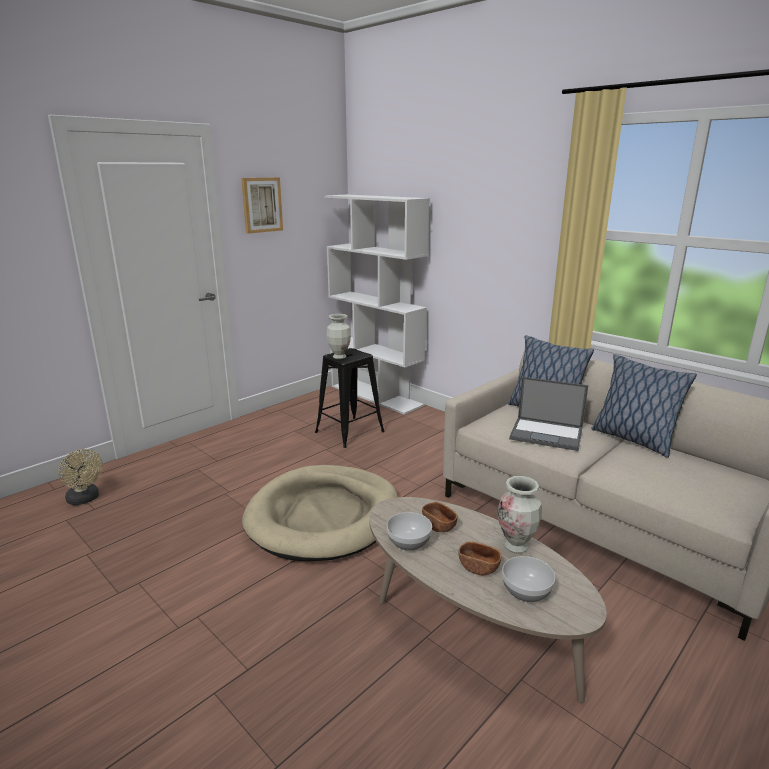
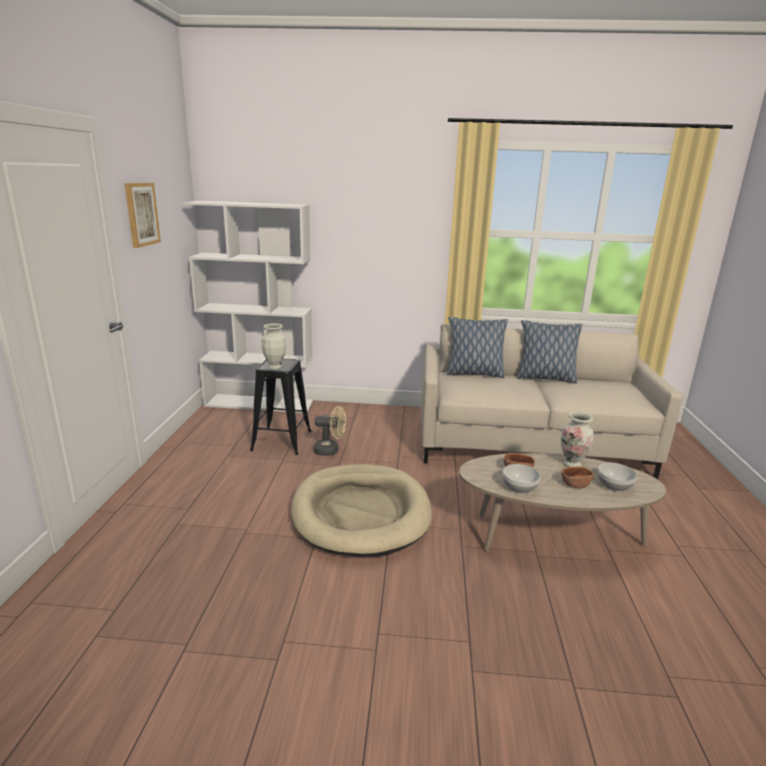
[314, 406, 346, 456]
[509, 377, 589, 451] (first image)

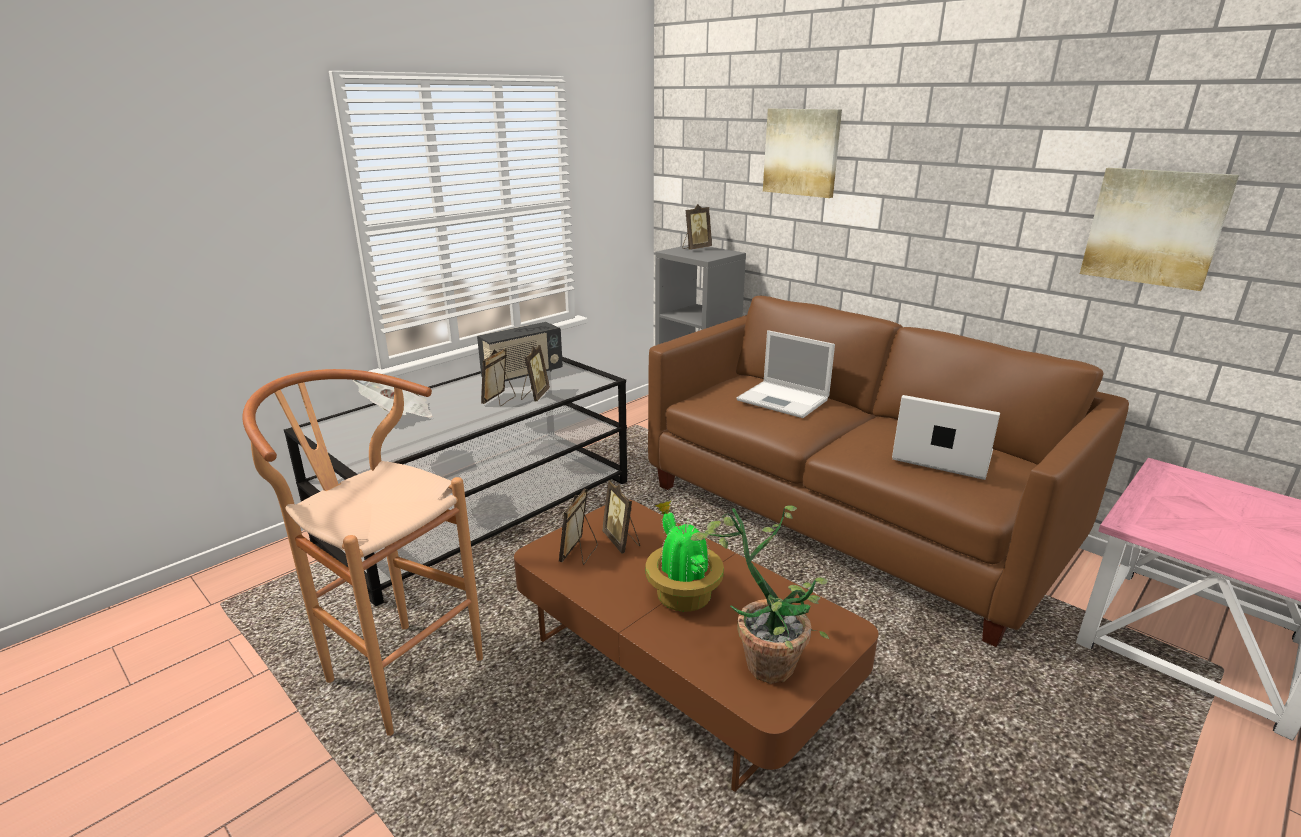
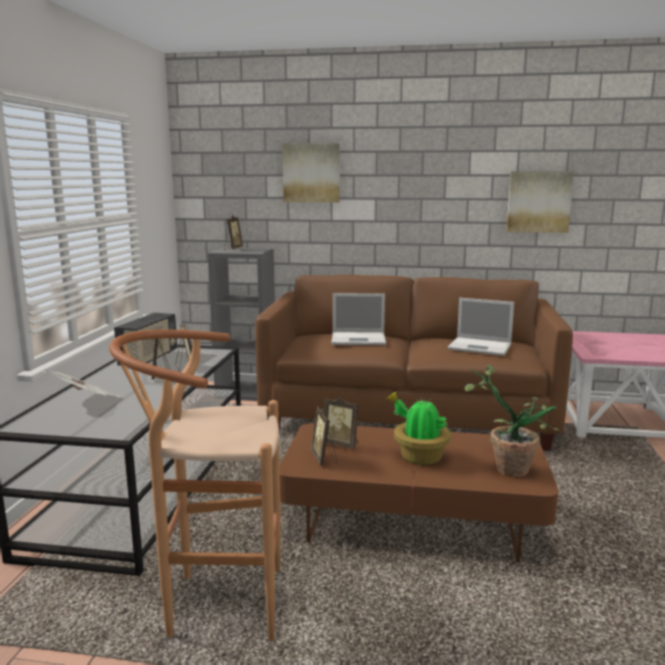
[447, 298, 514, 356]

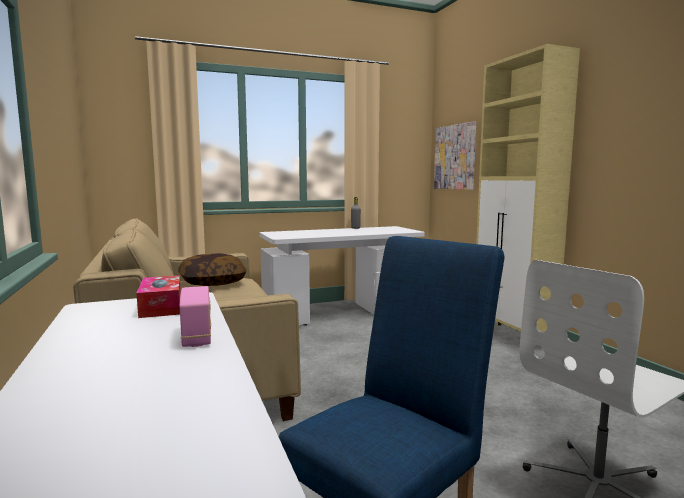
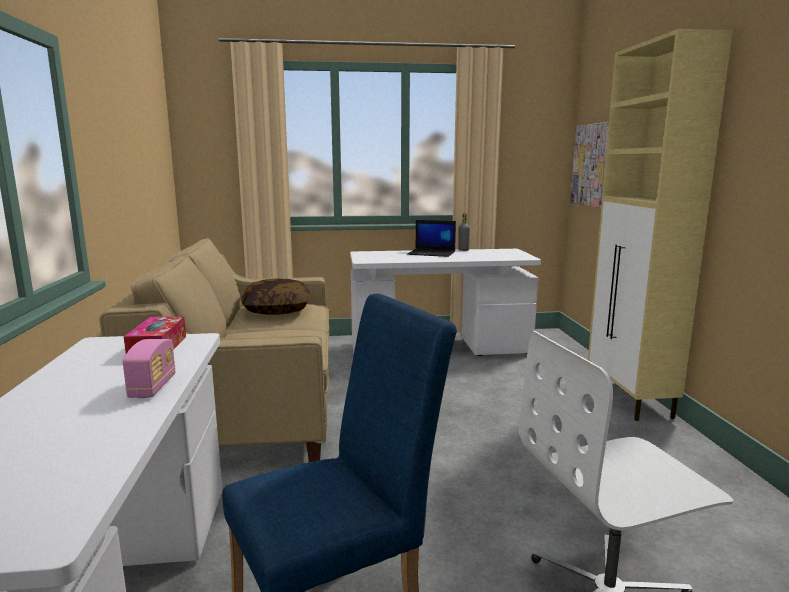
[407, 220, 456, 257]

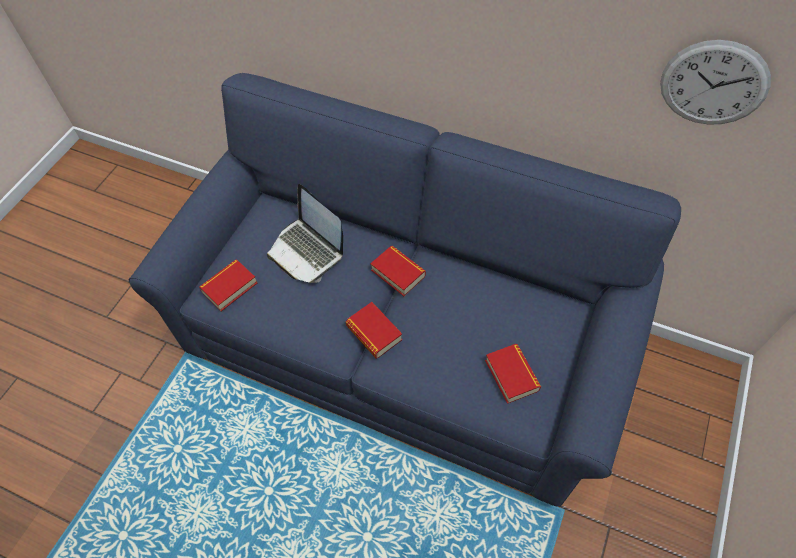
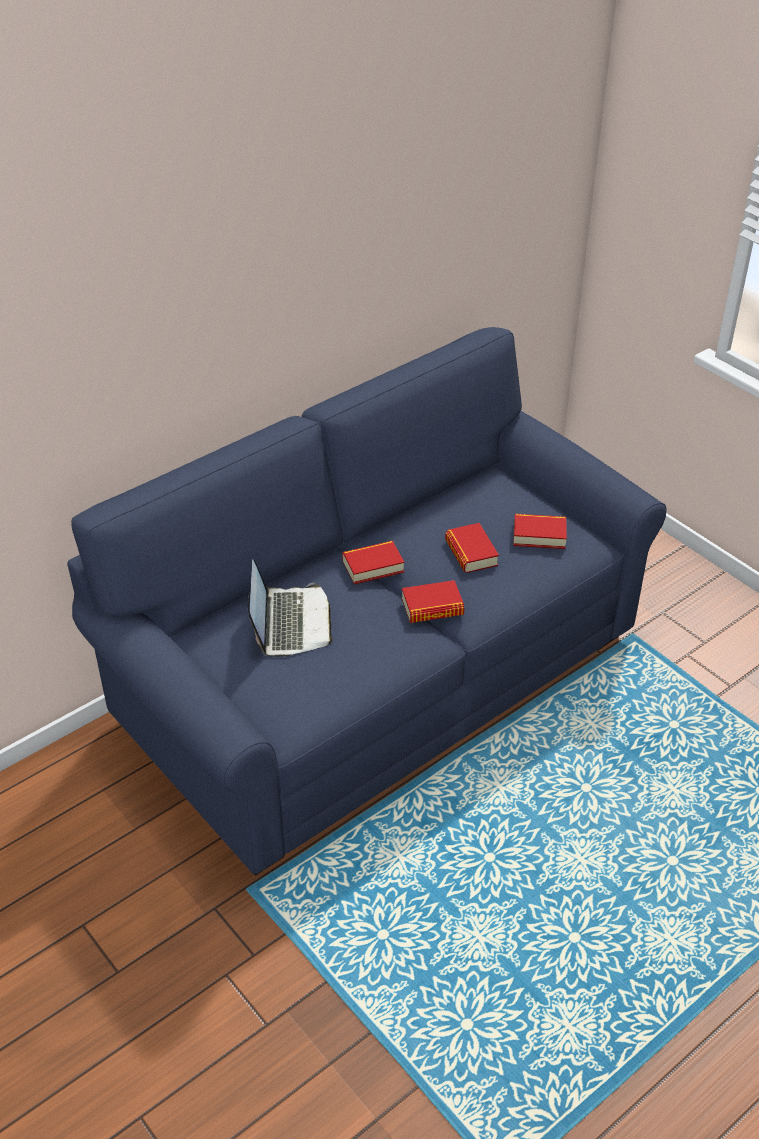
[248, 559, 333, 657]
[445, 523, 499, 573]
[660, 40, 771, 125] (first image)

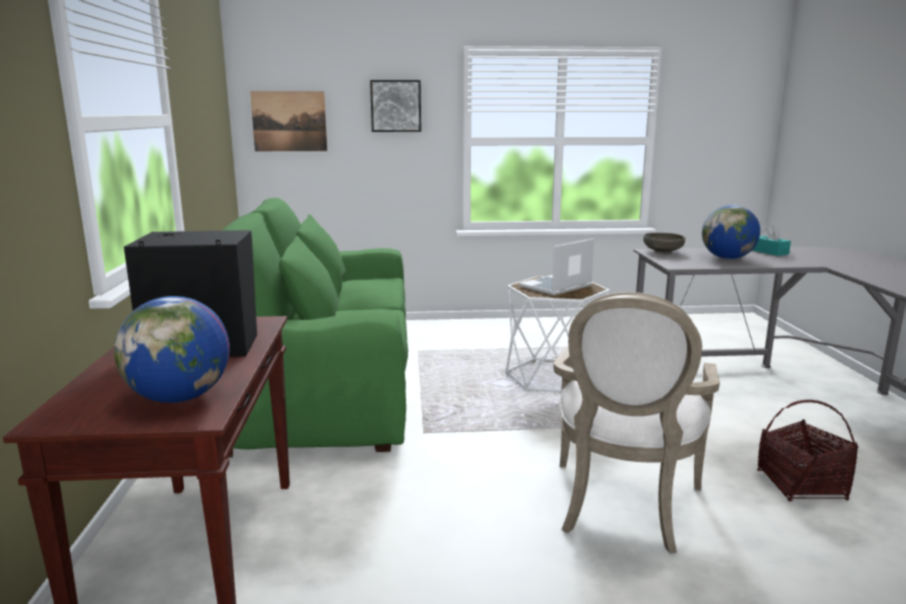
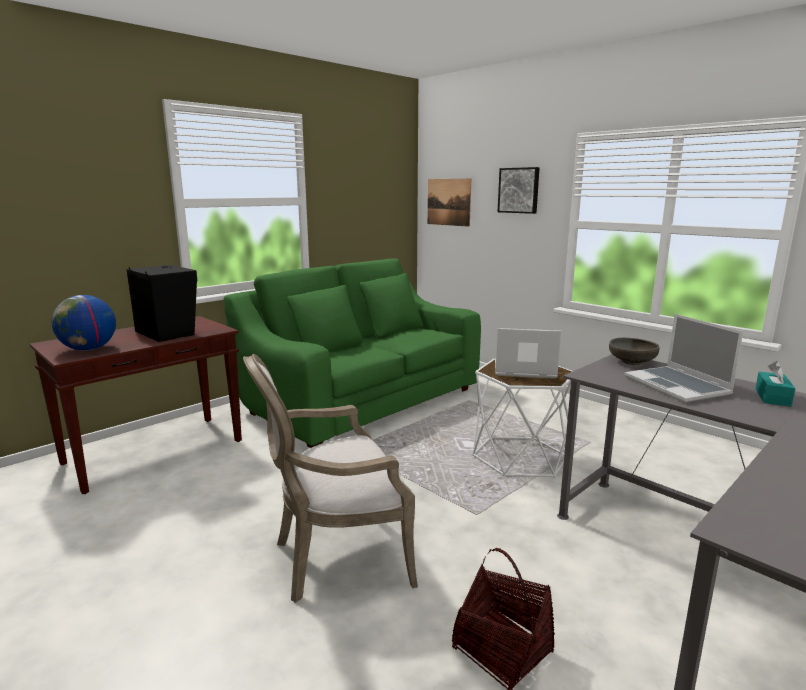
[624, 314, 743, 403]

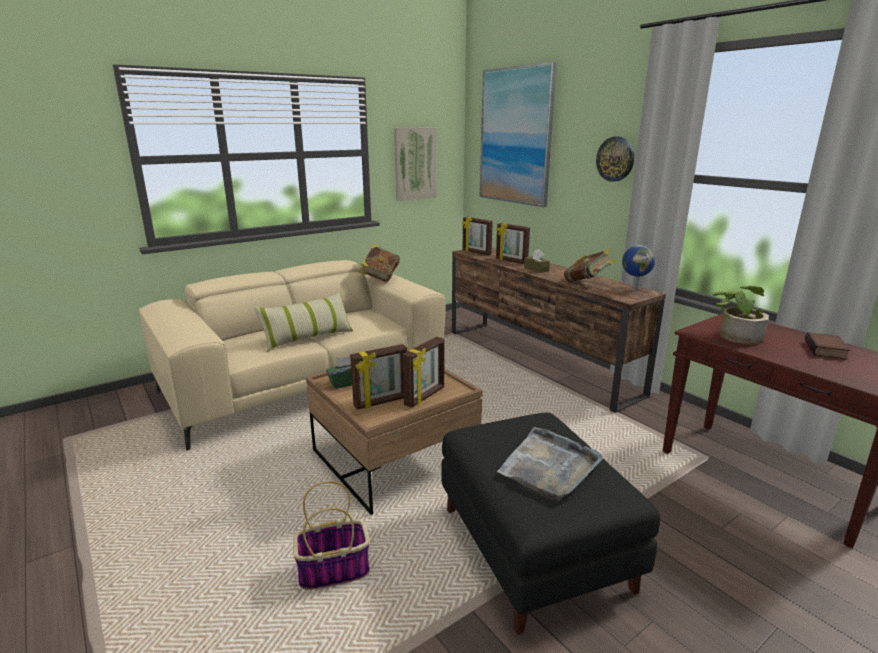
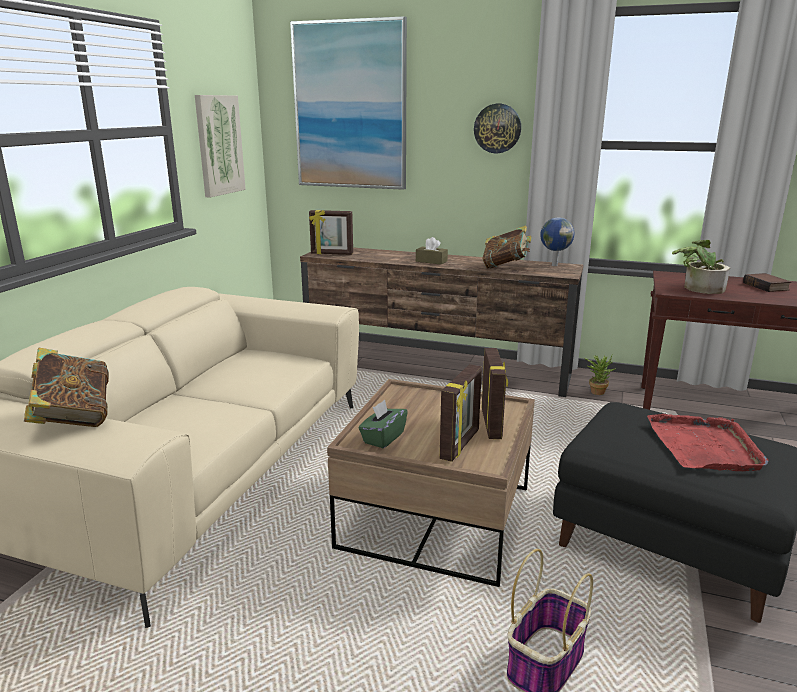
[24, 348, 109, 427]
[585, 355, 615, 395]
[647, 414, 769, 471]
[254, 292, 353, 352] (first image)
[496, 223, 530, 264] (first image)

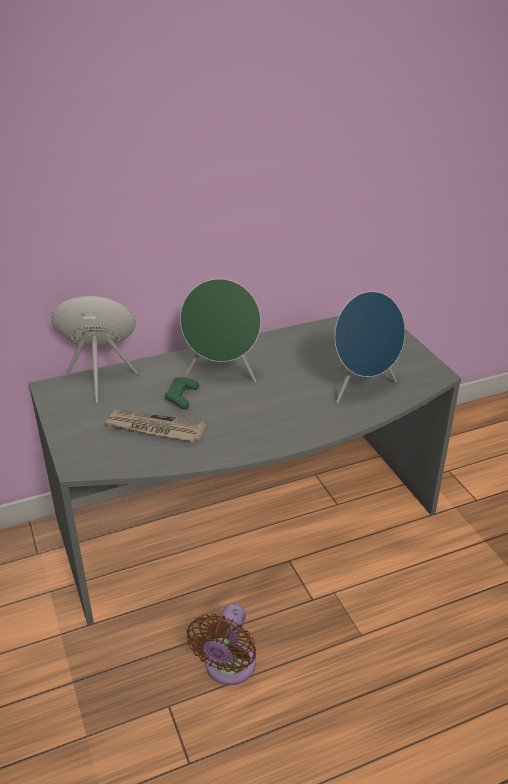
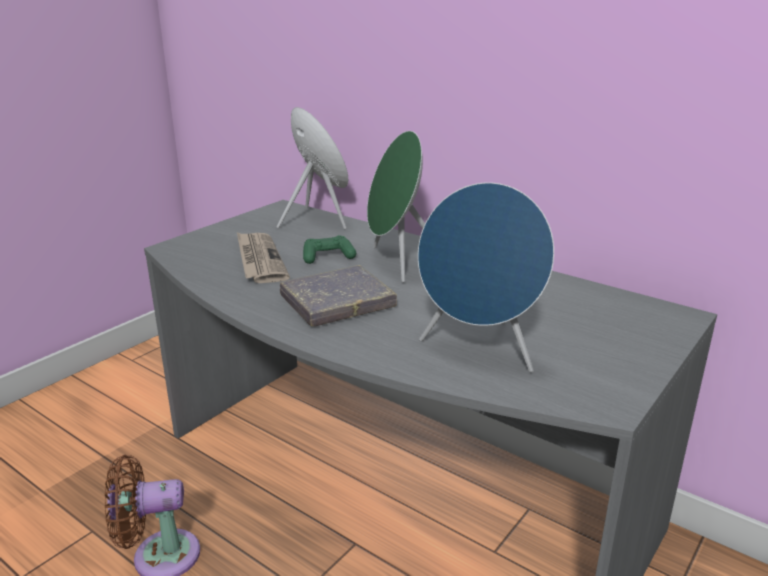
[280, 265, 397, 326]

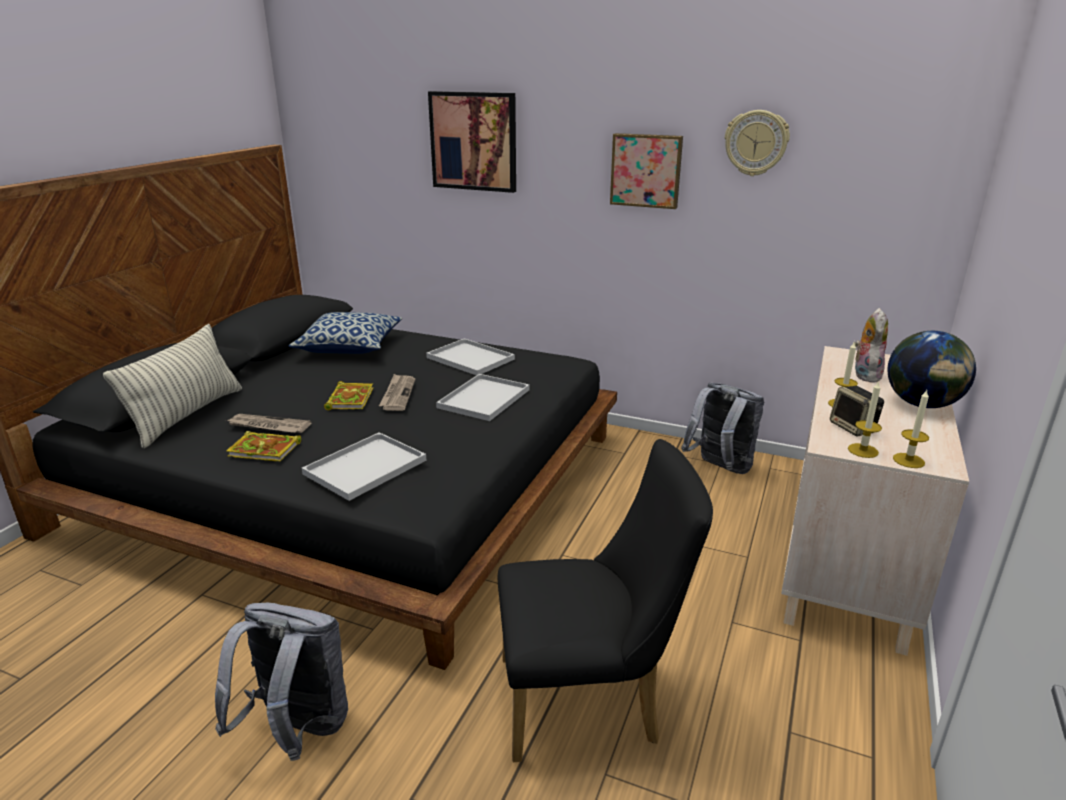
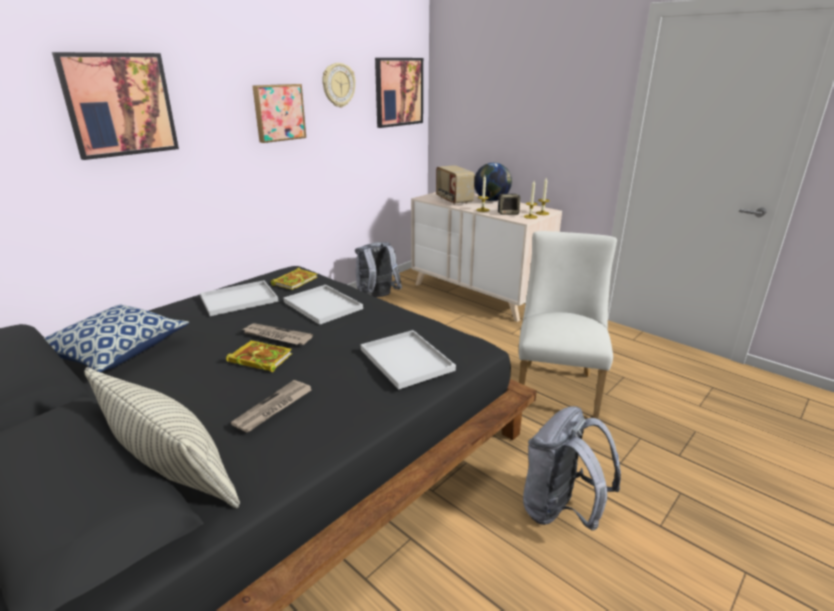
[271, 267, 317, 290]
[375, 58, 423, 128]
[436, 165, 475, 205]
[519, 231, 617, 419]

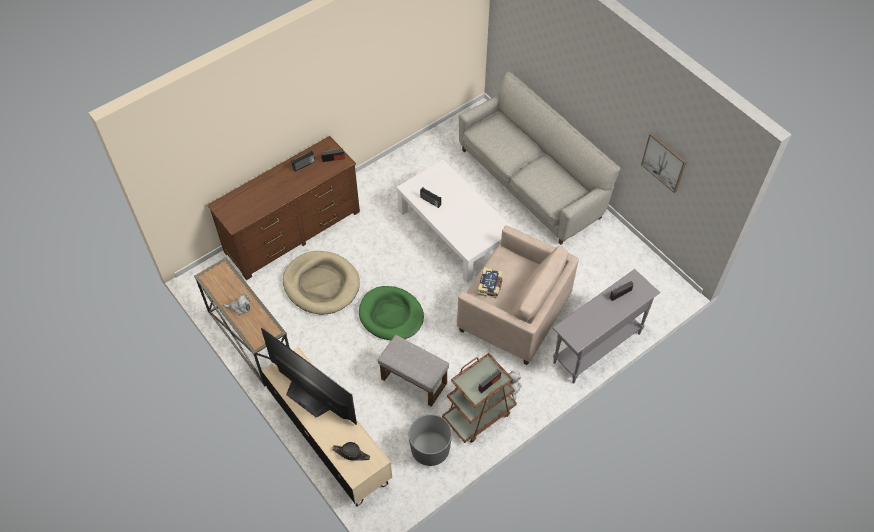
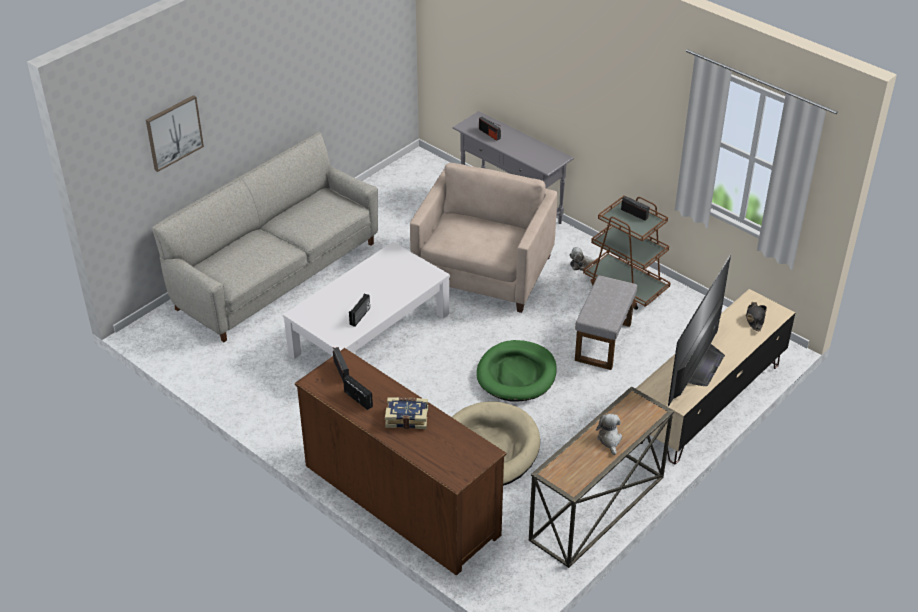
[146, 95, 204, 172]
[385, 397, 428, 429]
[409, 414, 452, 466] (first image)

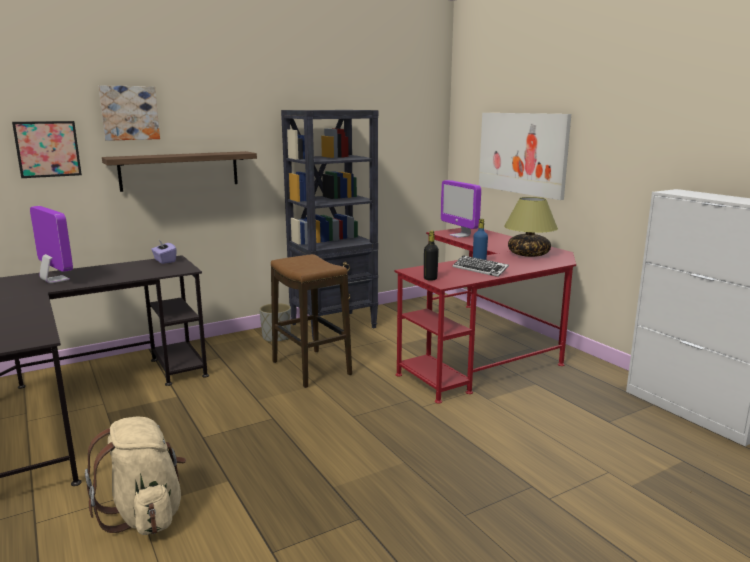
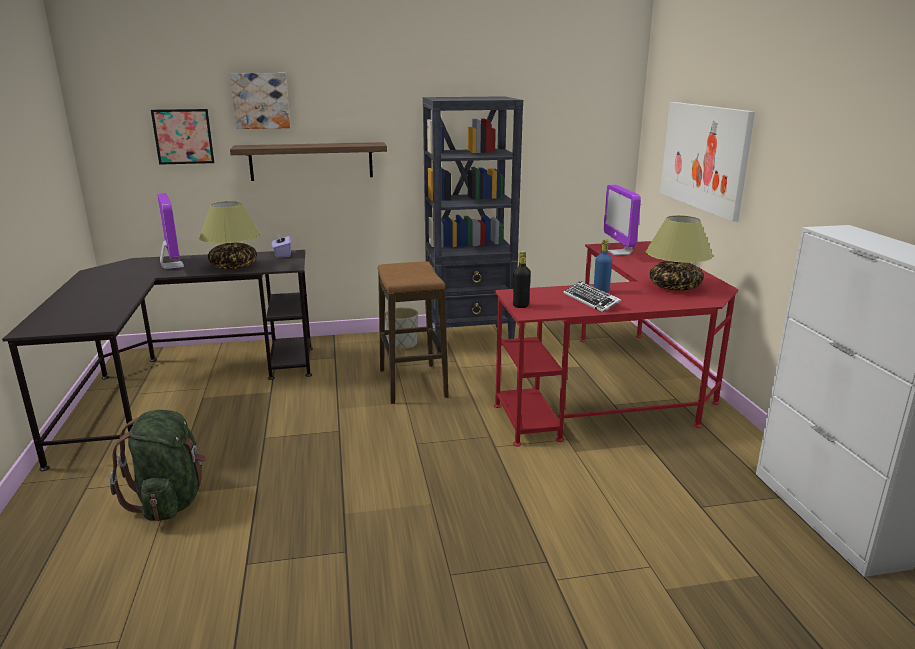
[110, 410, 207, 521]
[199, 201, 260, 269]

